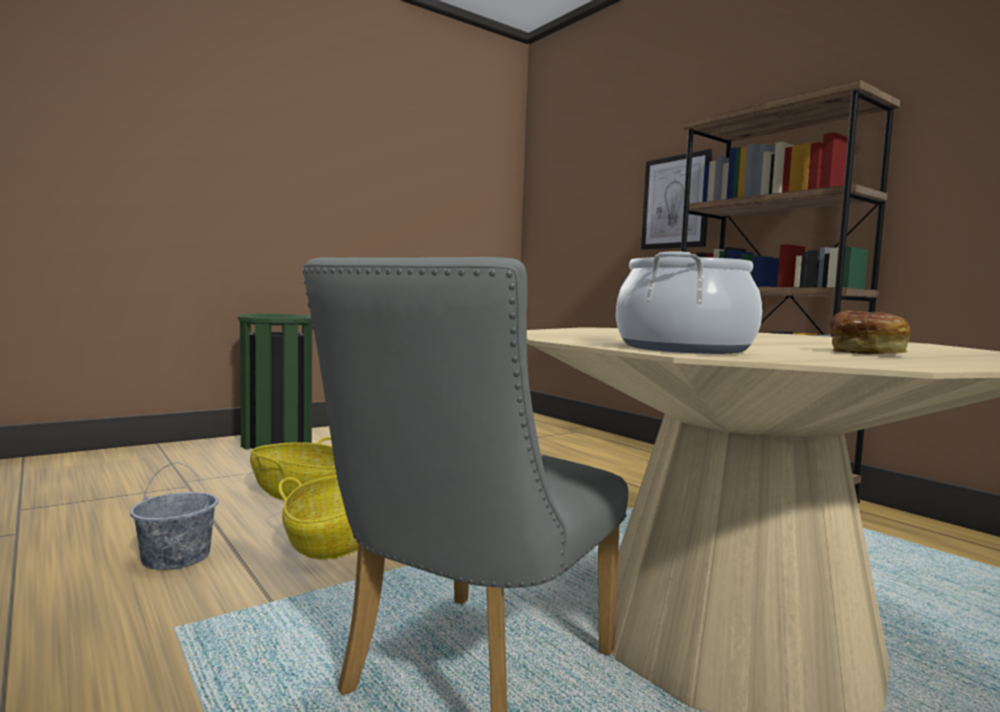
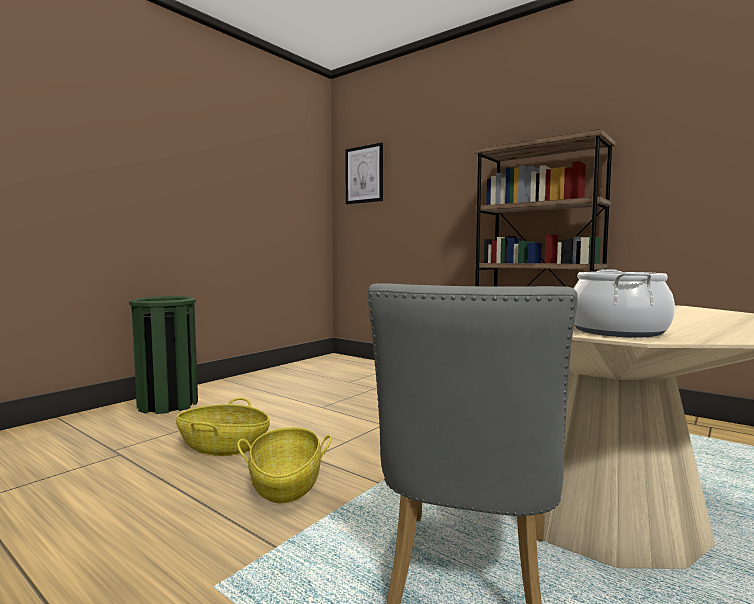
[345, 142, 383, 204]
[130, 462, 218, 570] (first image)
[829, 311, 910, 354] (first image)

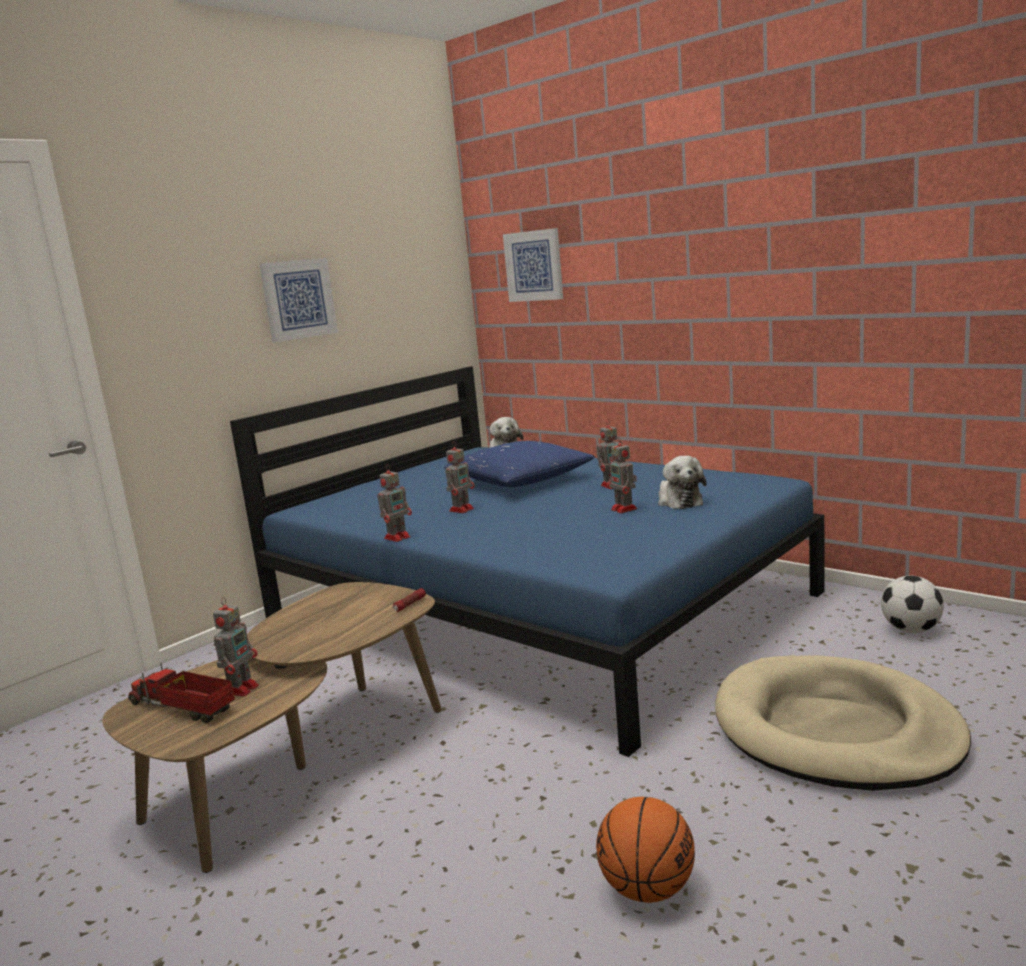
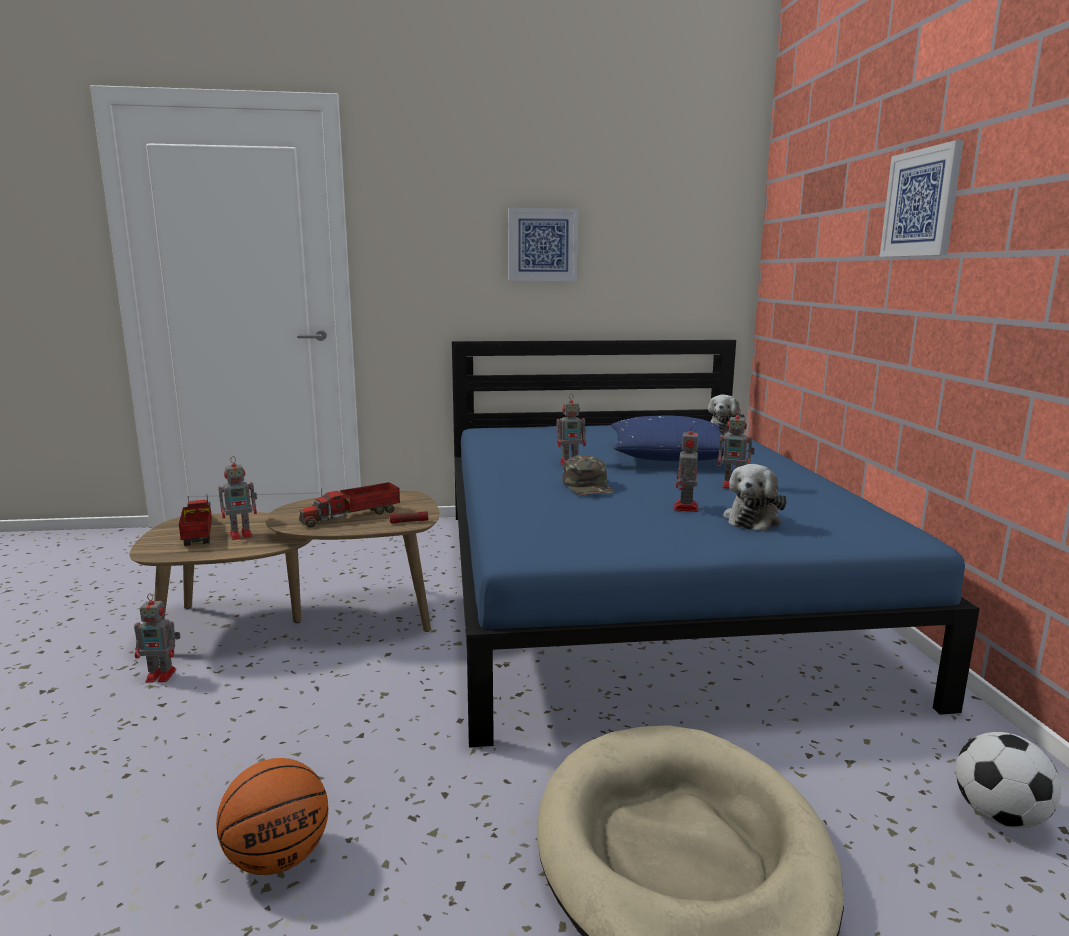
[134, 593, 180, 683]
[299, 482, 400, 528]
[562, 455, 614, 495]
[880, 140, 964, 257]

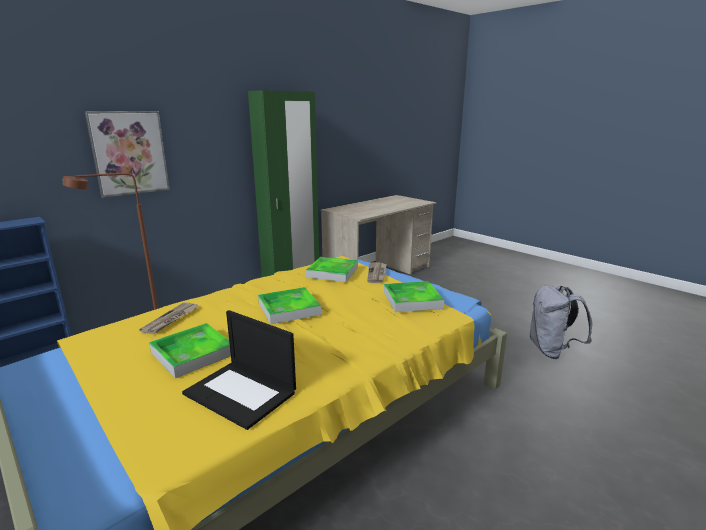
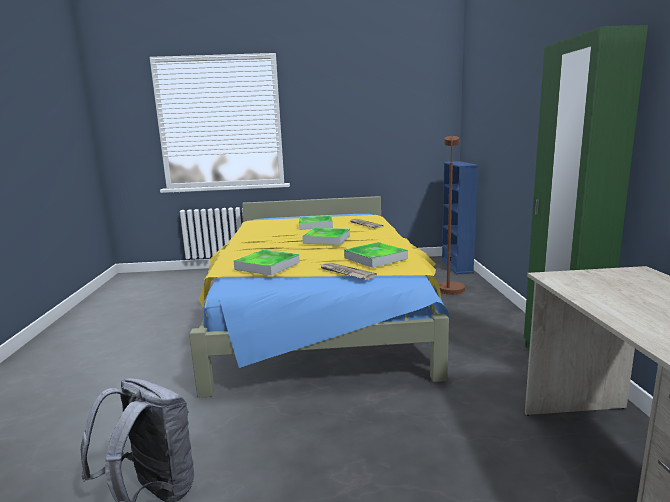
[84, 111, 170, 198] (first image)
[182, 310, 296, 430] (first image)

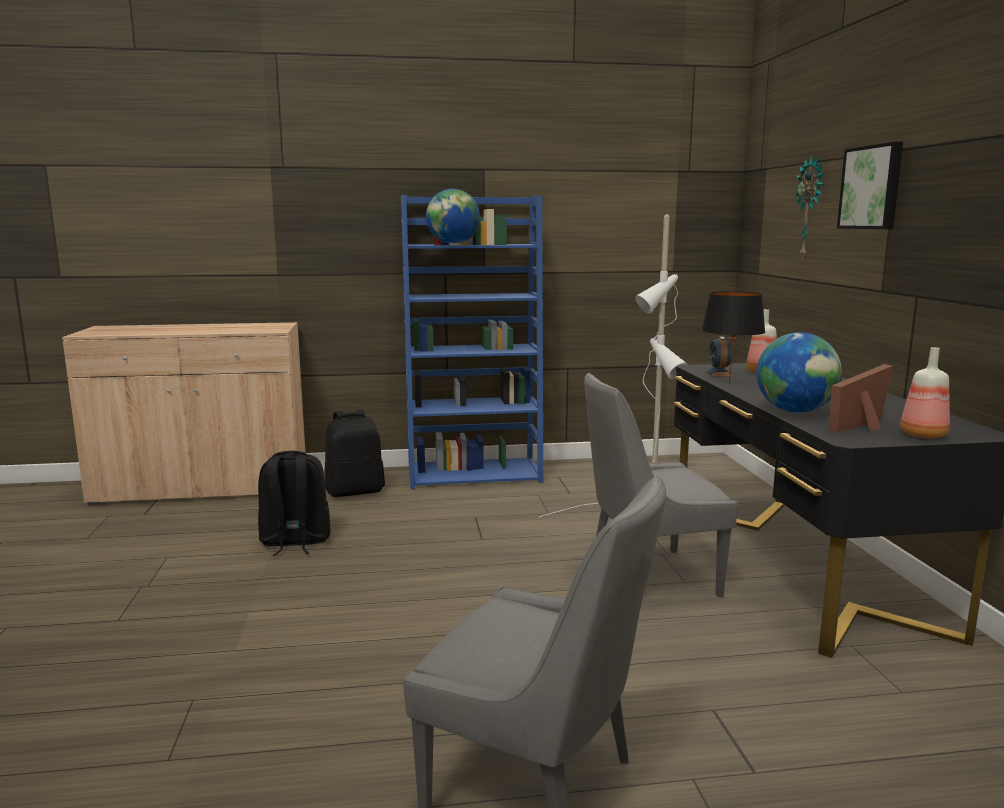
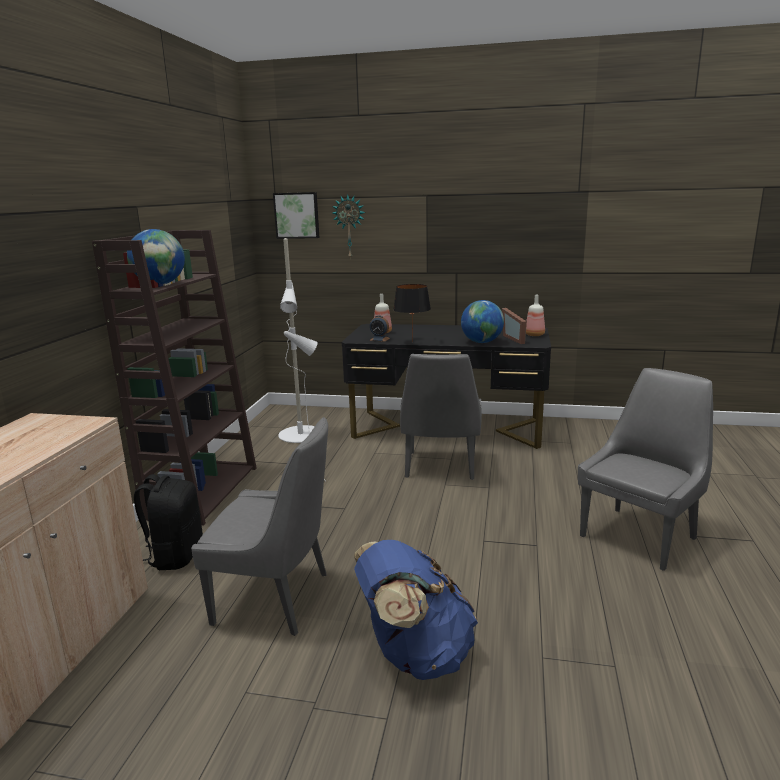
[92, 230, 257, 526]
[191, 417, 328, 636]
[273, 192, 319, 239]
[354, 540, 478, 680]

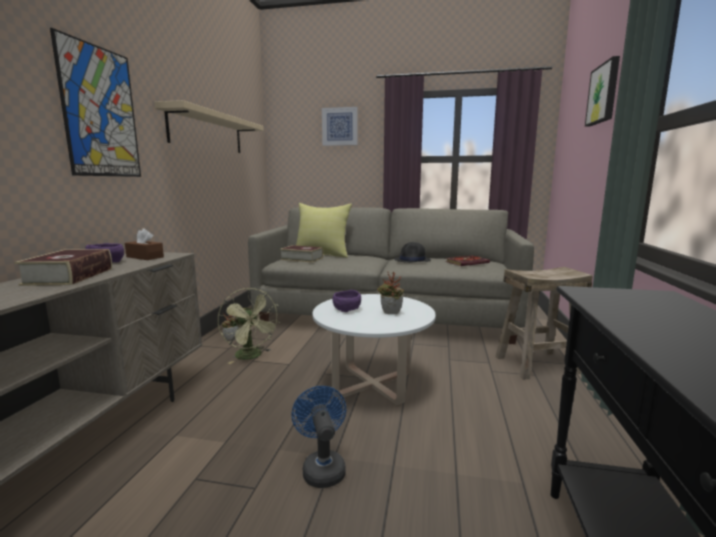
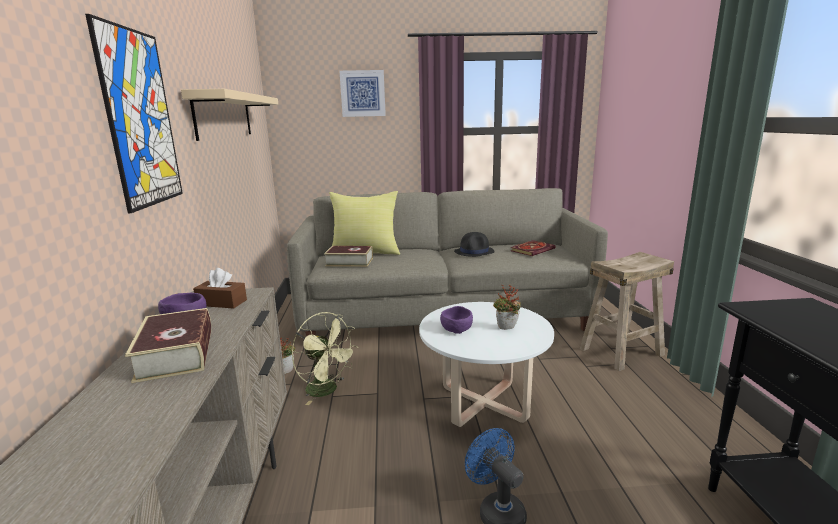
[585, 56, 620, 127] (first image)

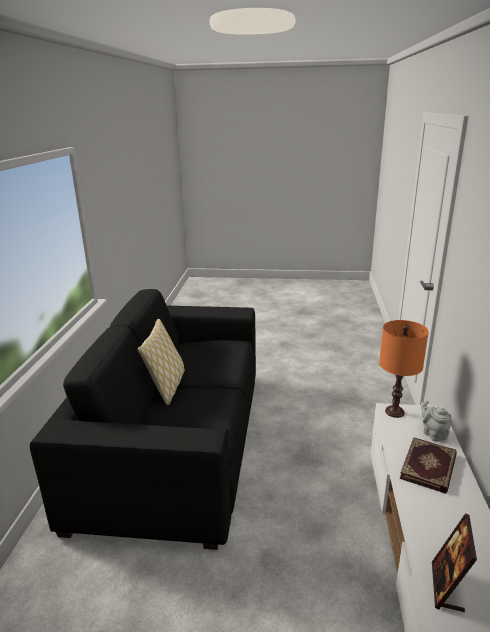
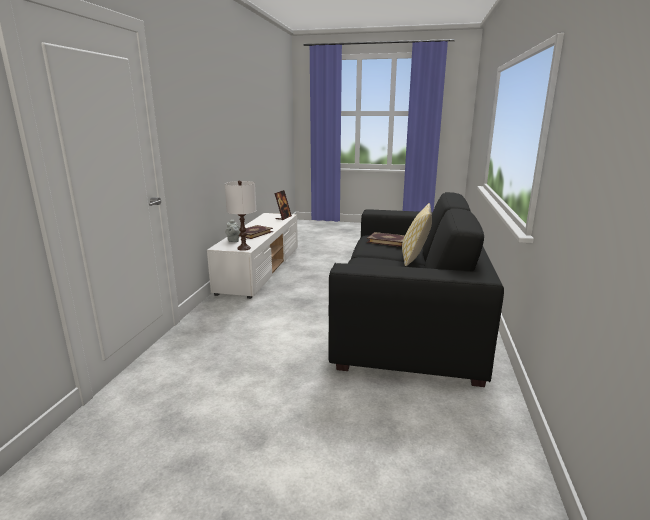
[225, 180, 256, 251]
[367, 232, 405, 247]

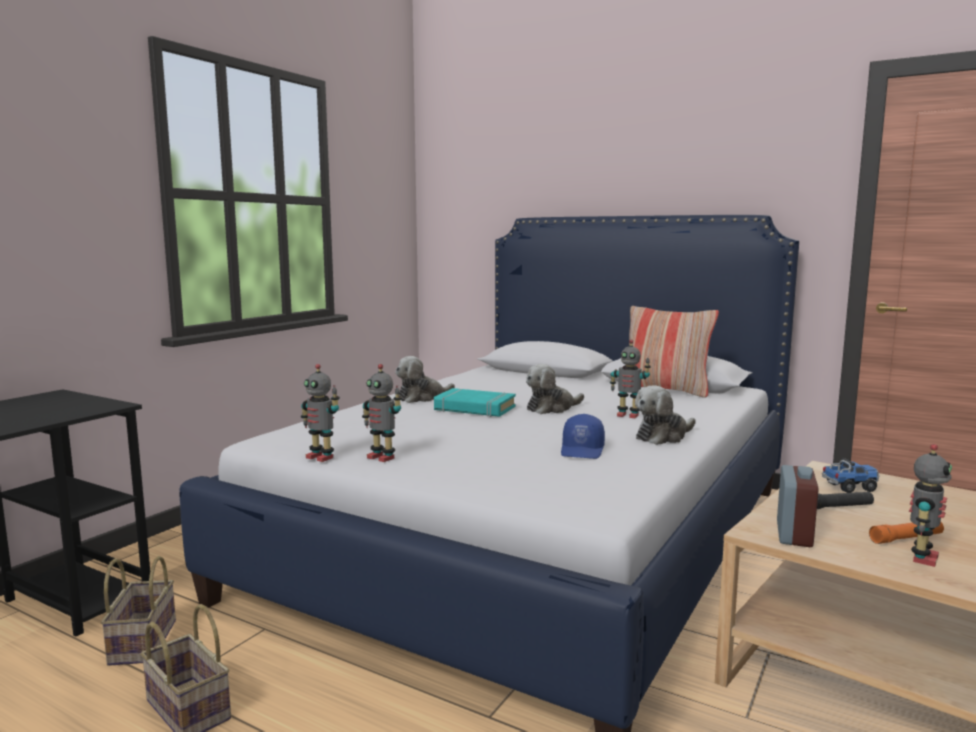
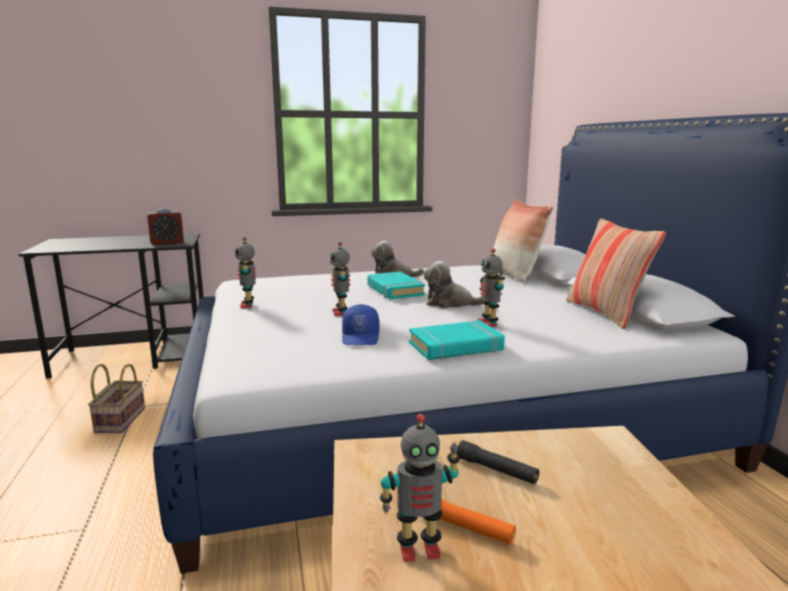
[147, 209, 184, 245]
[330, 242, 350, 316]
[342, 304, 380, 345]
[409, 320, 505, 360]
[494, 198, 553, 283]
[101, 556, 176, 666] (first image)
[822, 458, 879, 493] (first image)

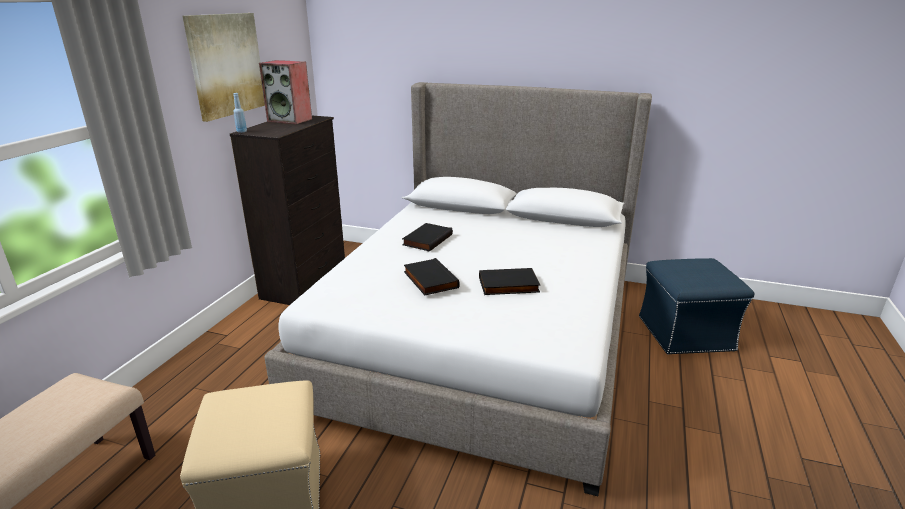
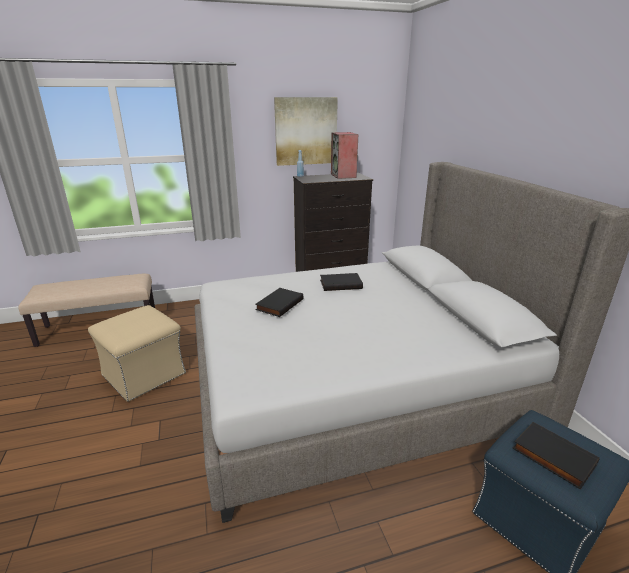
[513, 422, 600, 490]

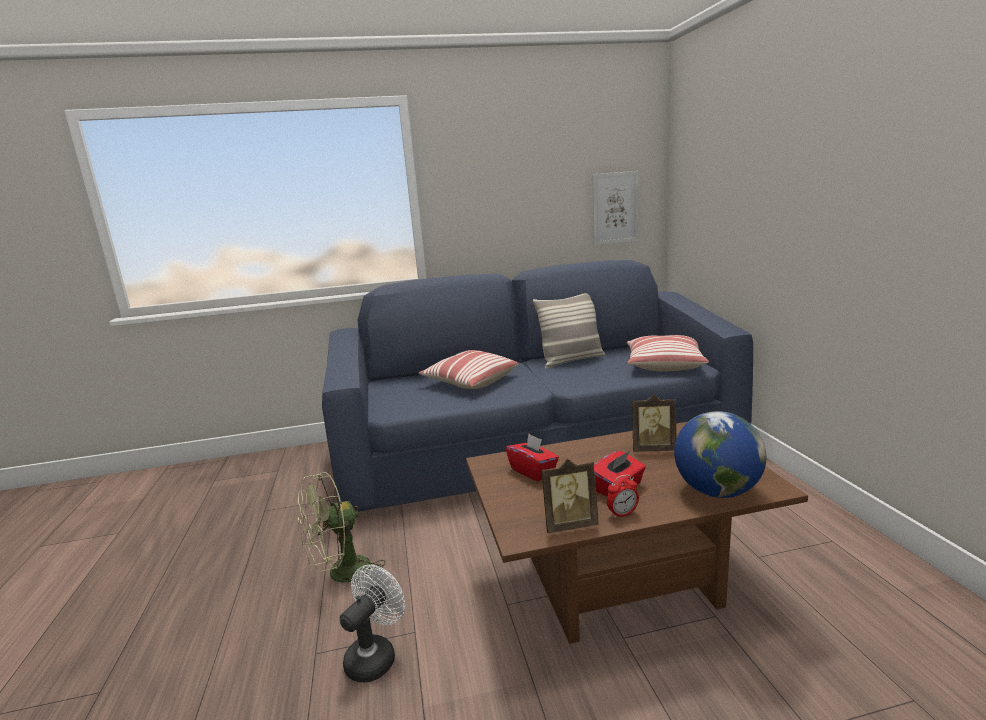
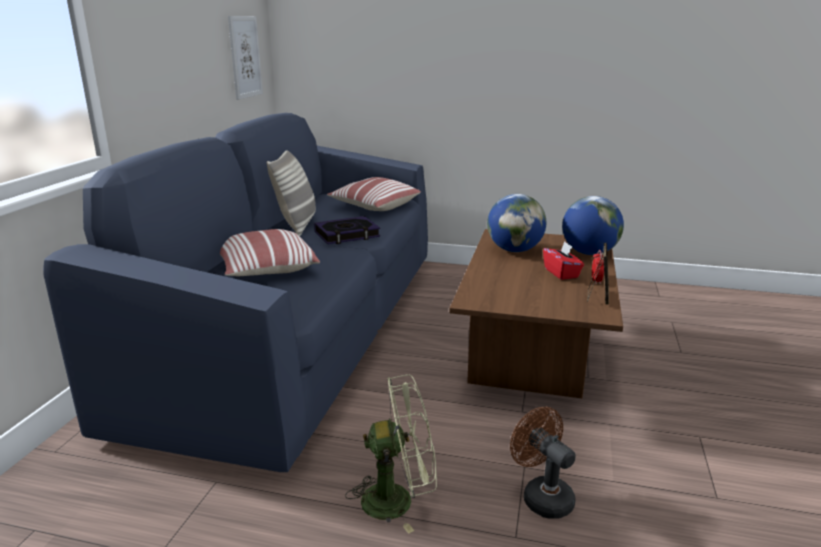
[314, 216, 380, 244]
[345, 374, 437, 534]
[487, 194, 546, 252]
[510, 407, 576, 519]
[506, 434, 559, 481] (first image)

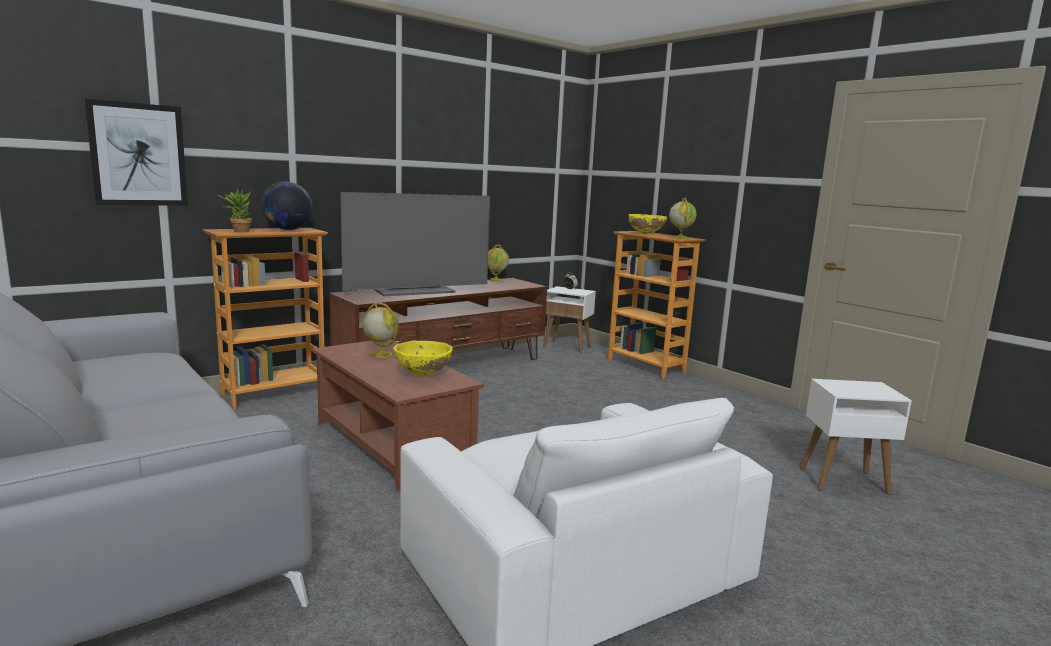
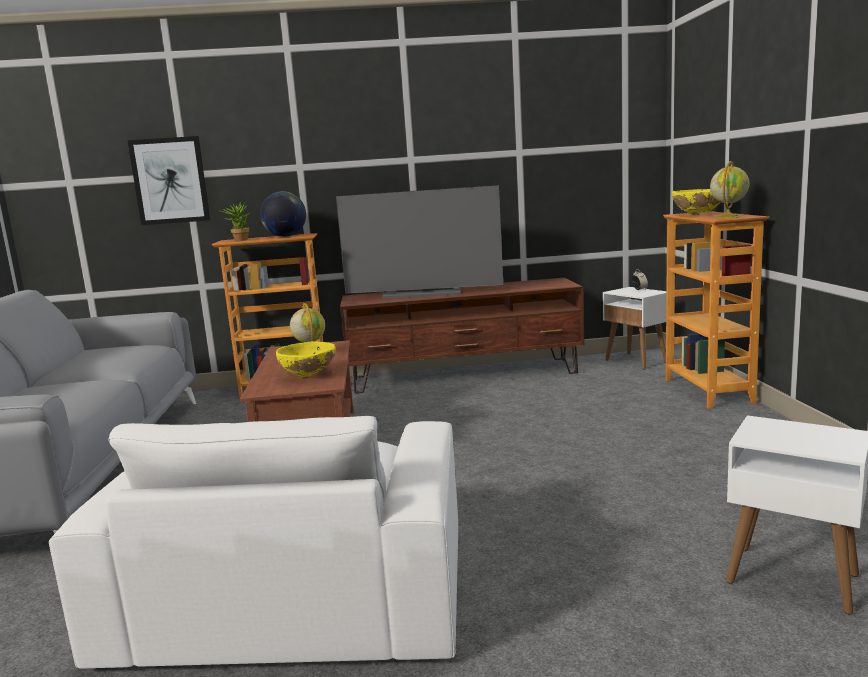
[488, 245, 509, 282] (first image)

